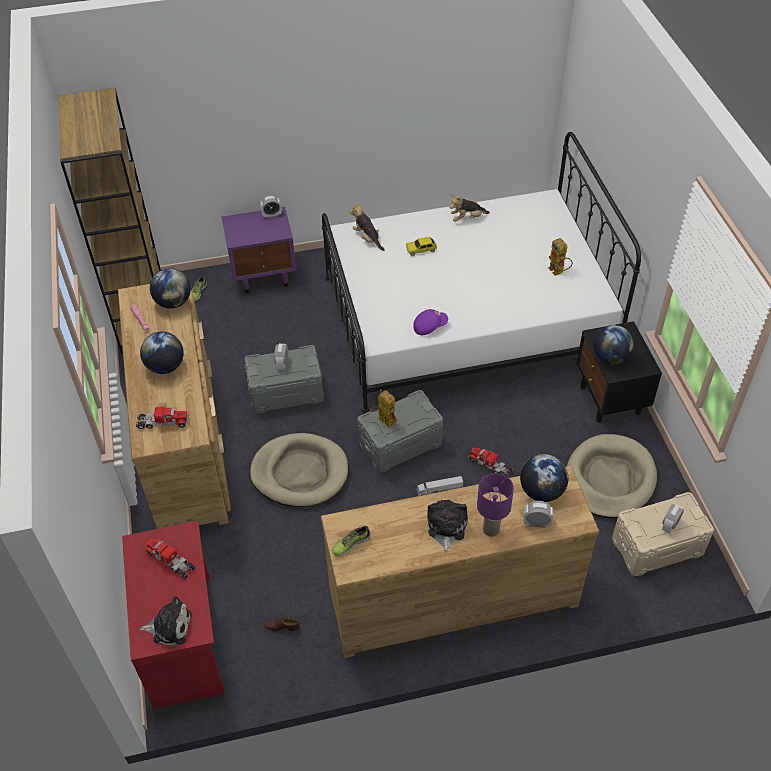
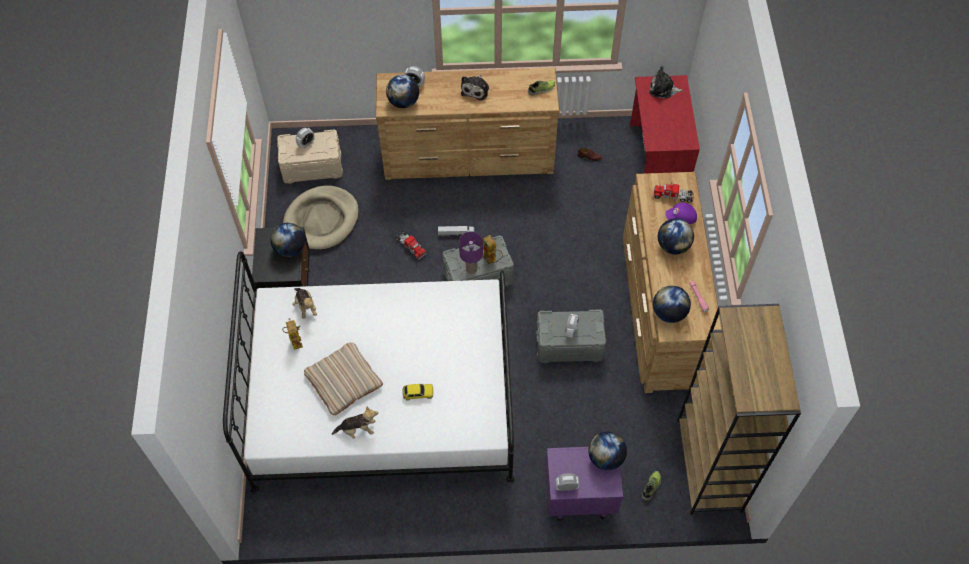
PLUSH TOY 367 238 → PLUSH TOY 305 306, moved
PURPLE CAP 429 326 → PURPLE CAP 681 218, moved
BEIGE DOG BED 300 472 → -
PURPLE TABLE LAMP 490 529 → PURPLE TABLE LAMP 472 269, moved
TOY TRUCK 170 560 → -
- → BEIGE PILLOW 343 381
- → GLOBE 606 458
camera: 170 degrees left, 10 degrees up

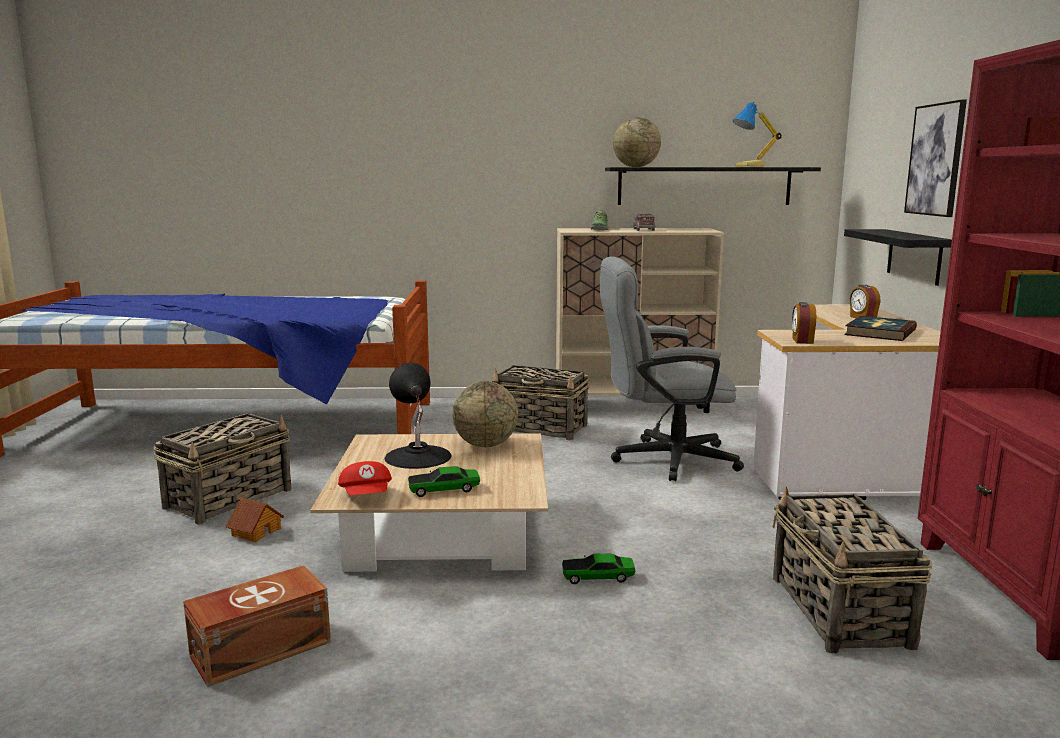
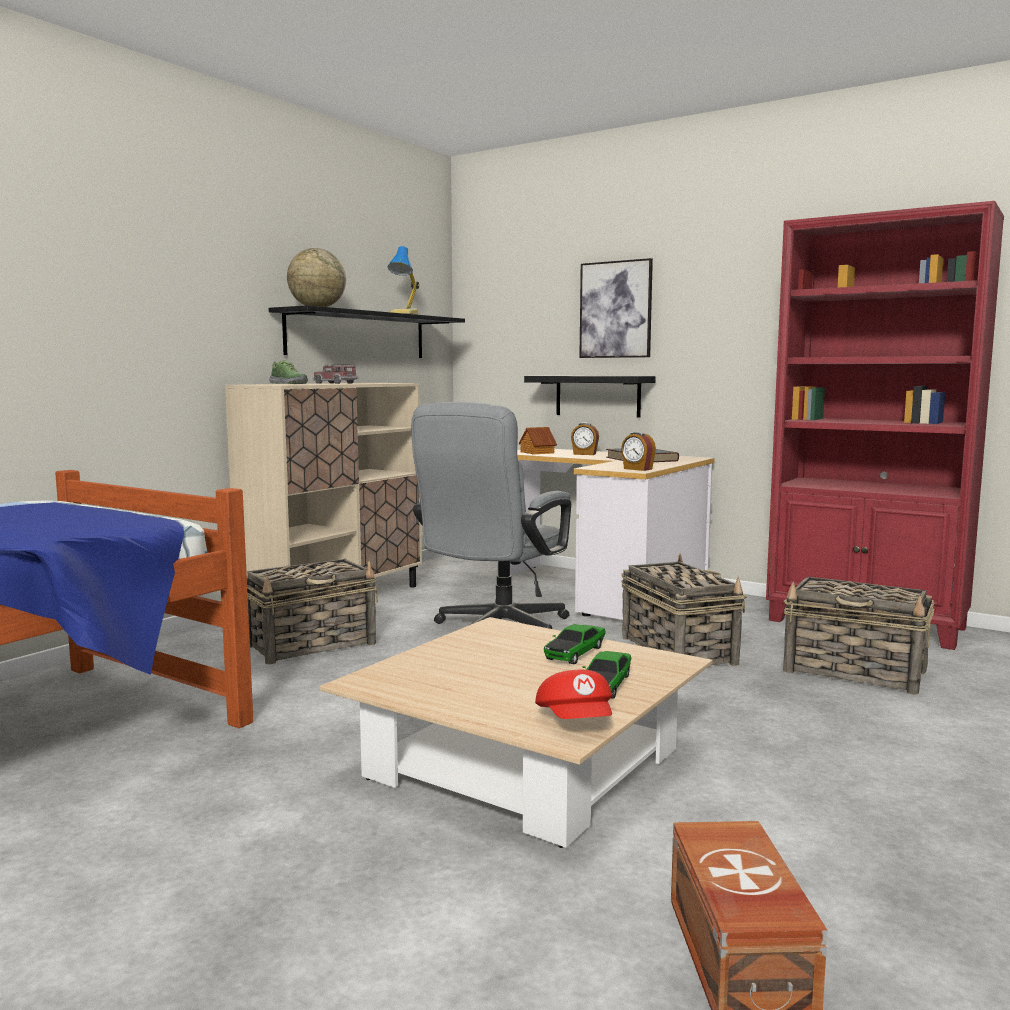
BLACK TABLE LAMP 417 456 → -
GLOBE 485 445 → -
BASKET 230 498 → BASKET 677 650, moved
RED CAP 367 496 → RED CAP 577 721, 60 degrees clockwise
TOY HOUSE 256 532 → TOY HOUSE 536 452, moved
TOY CAR 597 577 → TOY CAR 575 653, moved
camera: 55 degrees left, 5 degrees down

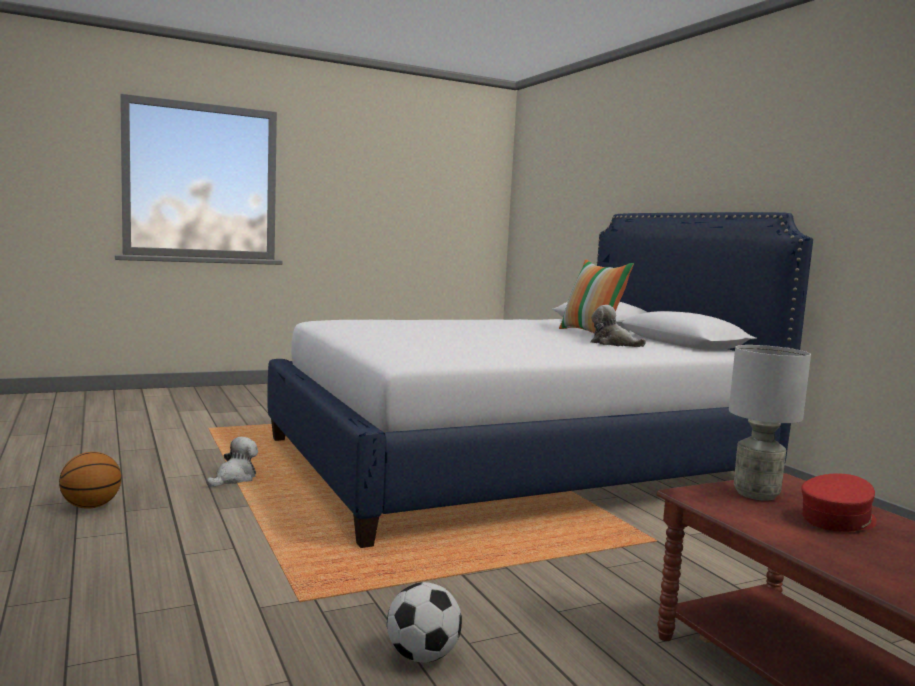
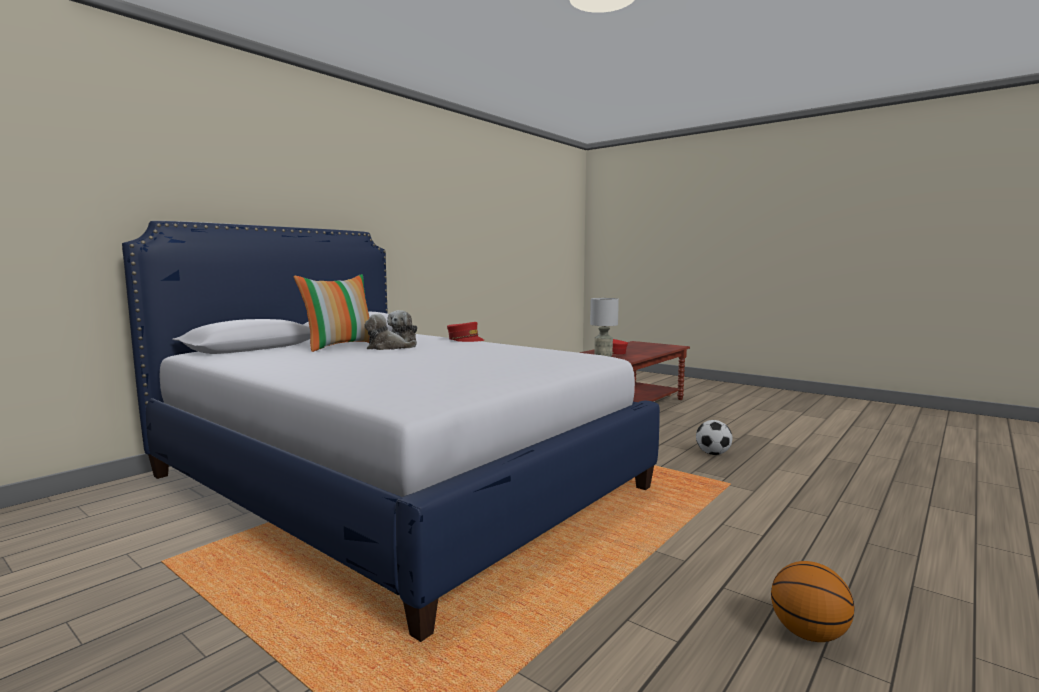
PLUSH TOY 234 479 → PLUSH TOY 387 348, moved
- → RED CAP 465 340
camera: 115 degrees left, 0 degrees up

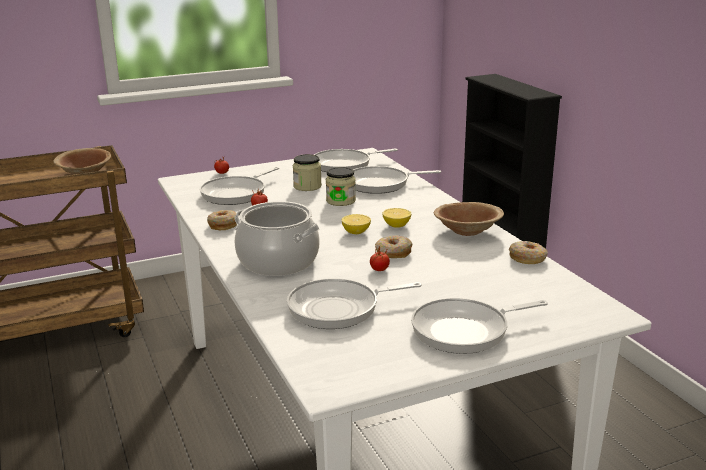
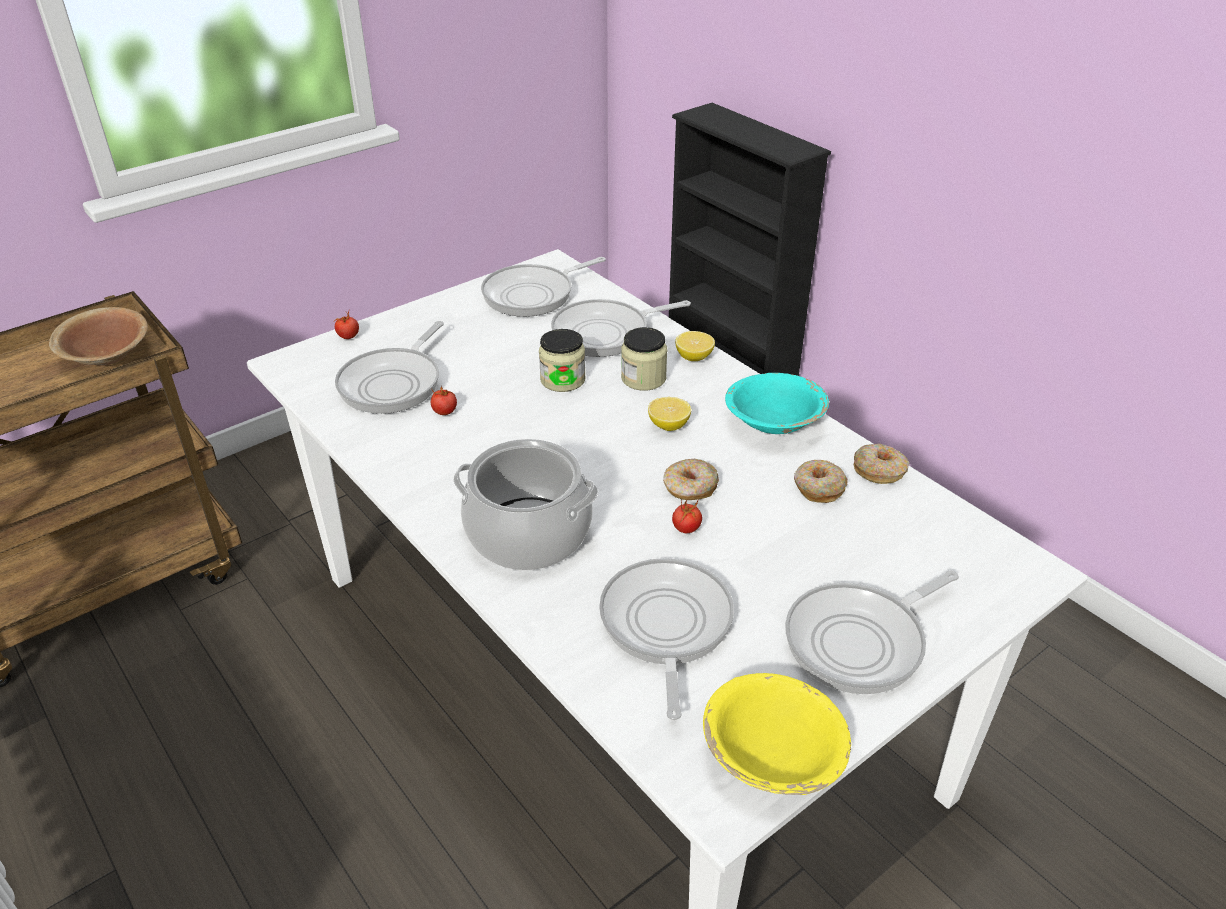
JAR 307 186 → JAR 643 378, moved
BROWN BOWL 467 231 → TURQUOISE BOWL 773 423
DONUT 223 225 → DONUT 818 488, moved
LEMON 356 232 → LEMON 694 357, moved
FRYING PAN 339 309 → FRYING PAN 665 626, 120 degrees clockwise
- → YELLOW BOWL 773 756
camera: 15 degrees left, 15 degrees up

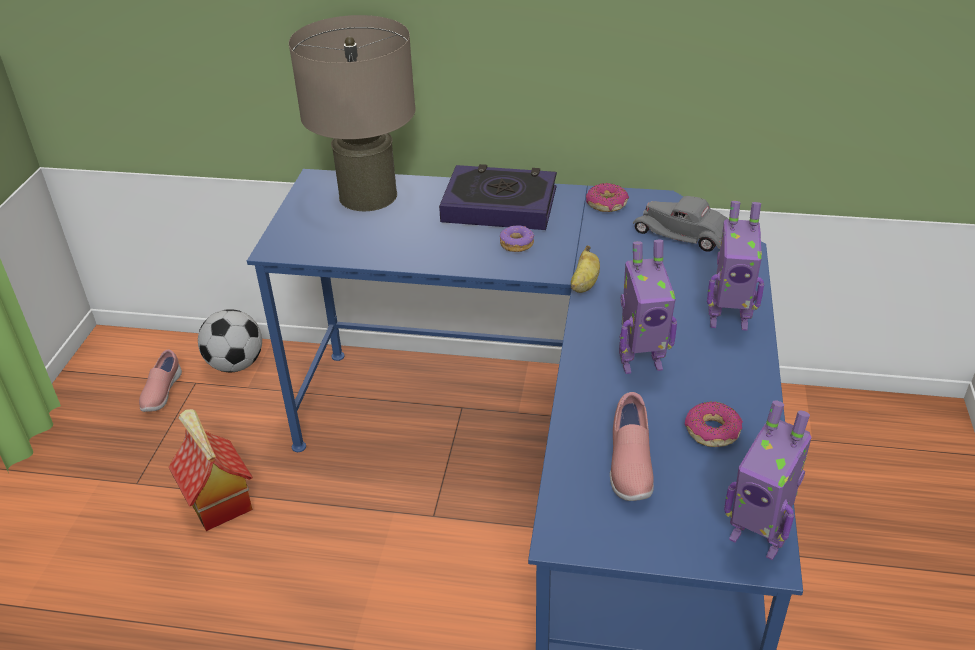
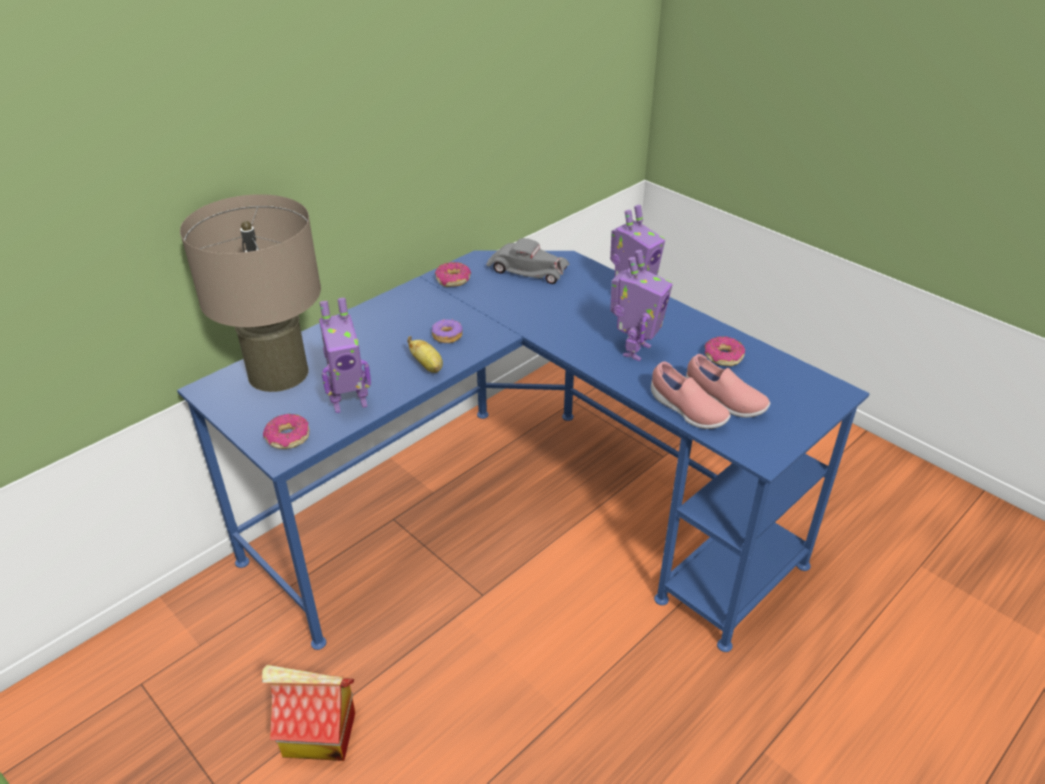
BOOK 499 205 → -
GREY TOY CAR 684 233 → GREY TOY CAR 527 270, 135 degrees counterclockwise
BANANA 584 284 → BANANA 428 366, moved
FOOTBALL 236 364 → -
PINK SHOE 161 393 → PINK SHOE 686 411, moved
TOY ROBOT 757 538 → TOY ROBOT 349 402, moved
- → DONUT 288 437
camera: 55 degrees left, 0 degrees up

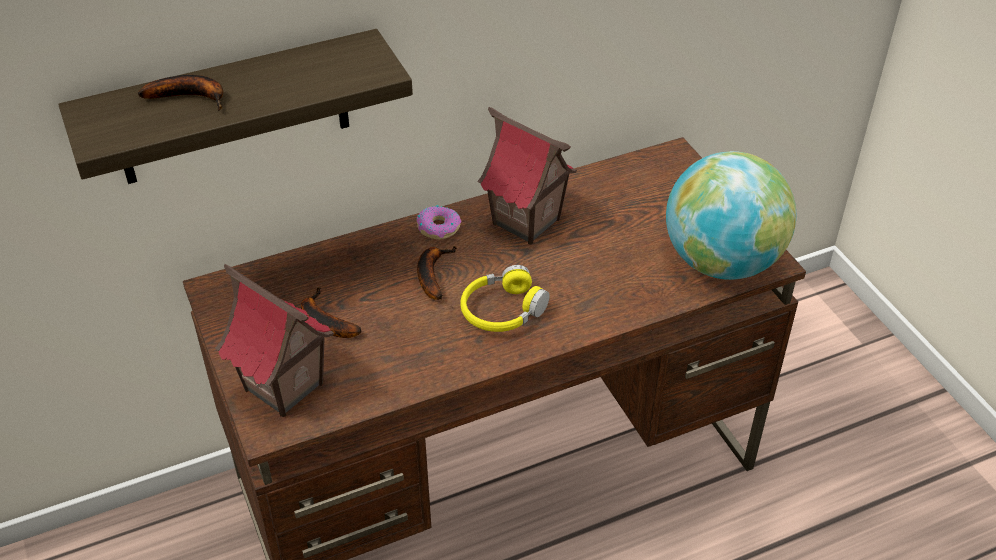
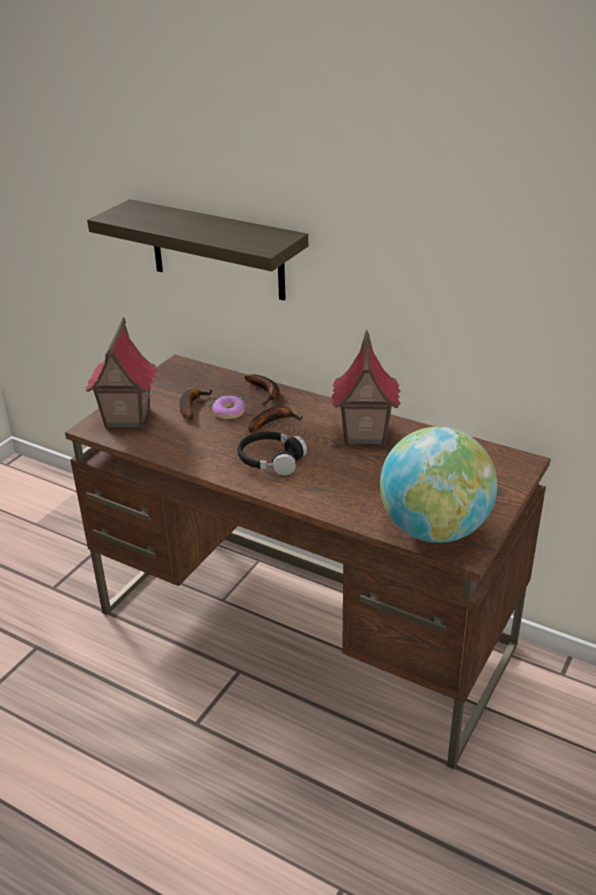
BANANA 191 97 → BANANA 266 392, moved
DONUT 438 227 → DONUT 229 412, moved
YELLOW HEADPHONES 502 310 → BLACK HEADPHONES 271 460
camera: 55 degrees right, 10 degrees down

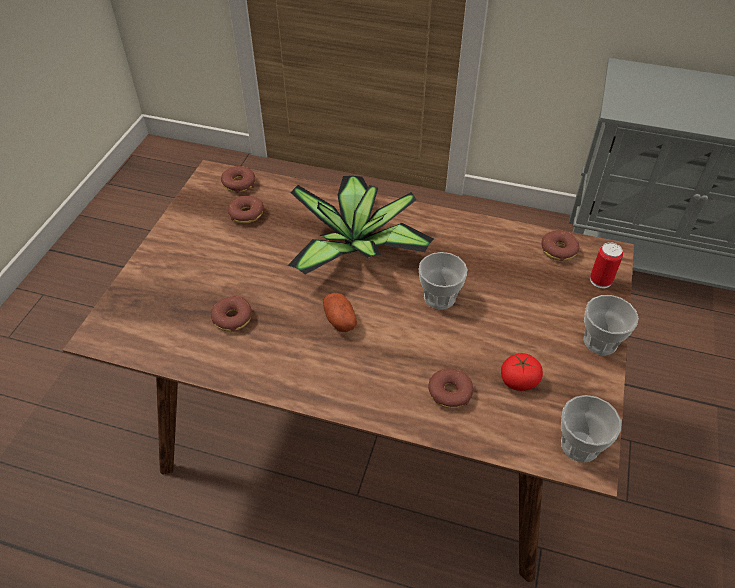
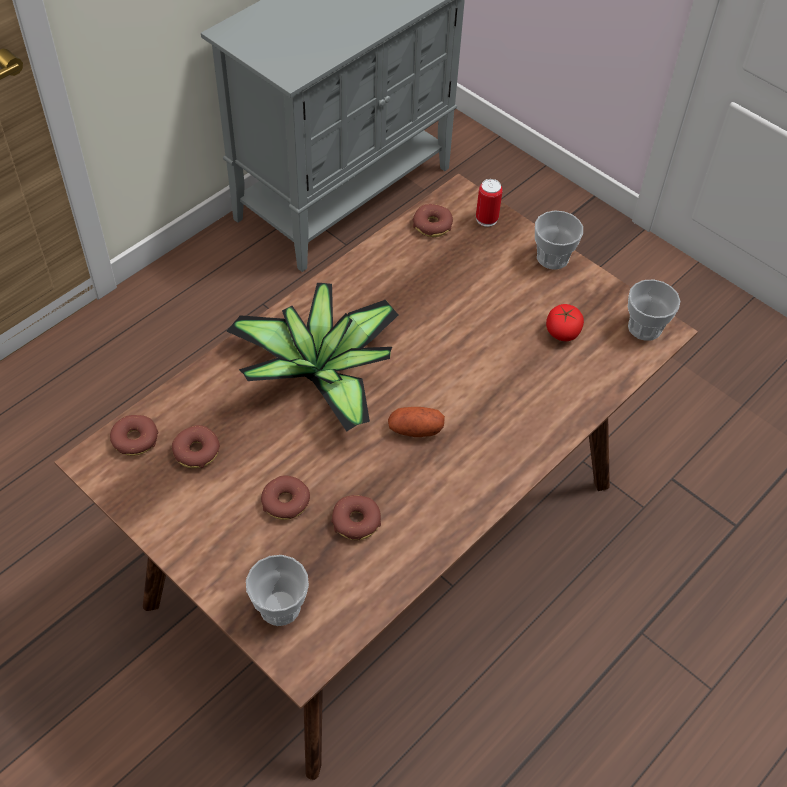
CUP 439 297 → CUP 280 607, moved
DONUT 449 392 → DONUT 285 502, moved
camera: 65 degrees left, 5 degrees up

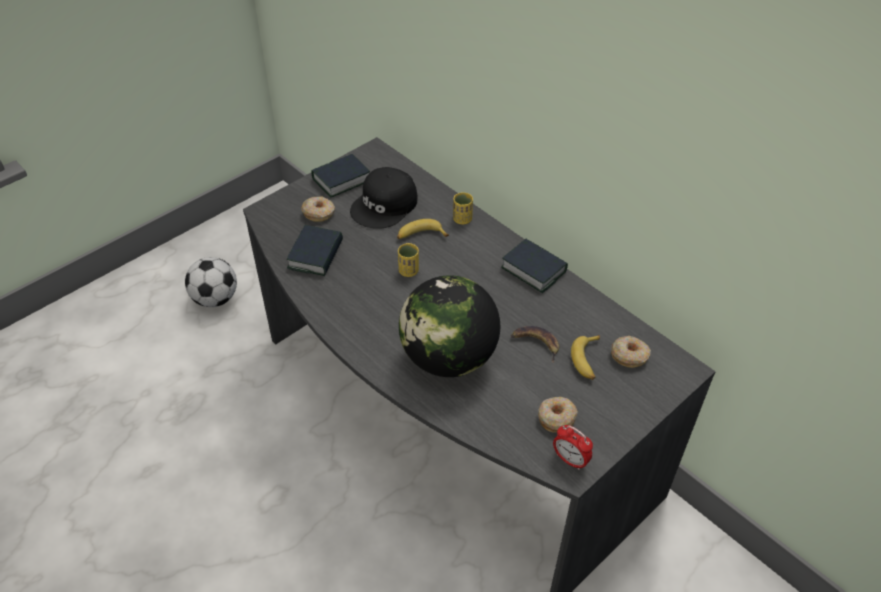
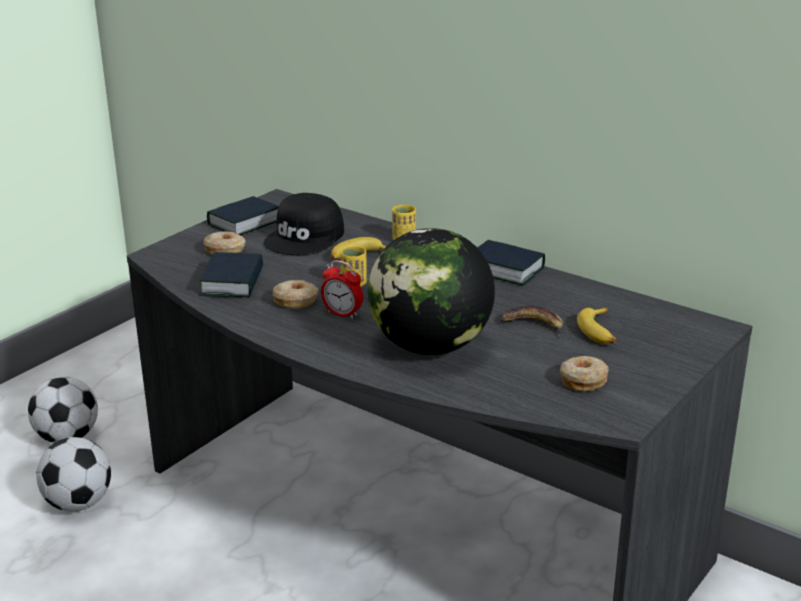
DONUT 629 356 → DONUT 296 301, moved
ALARM CLOCK 570 460 → ALARM CLOCK 342 314, moved
- → FOOTBALL 78 504
camera: 10 degrees left, 20 degrees down

